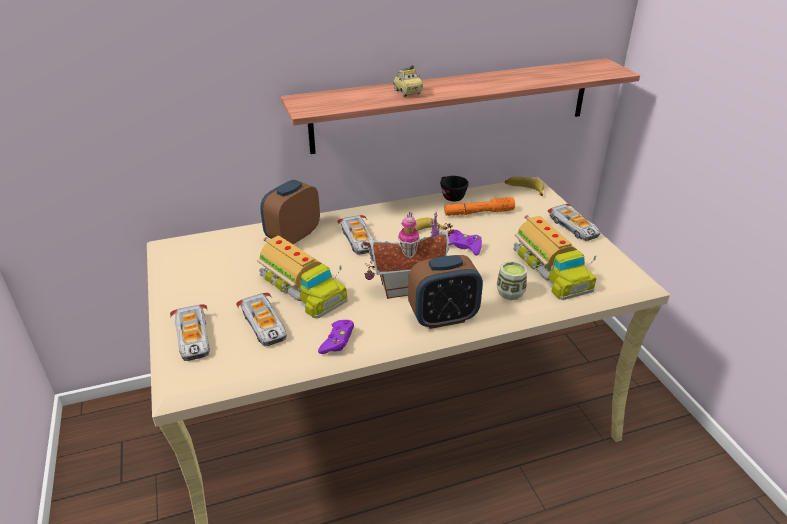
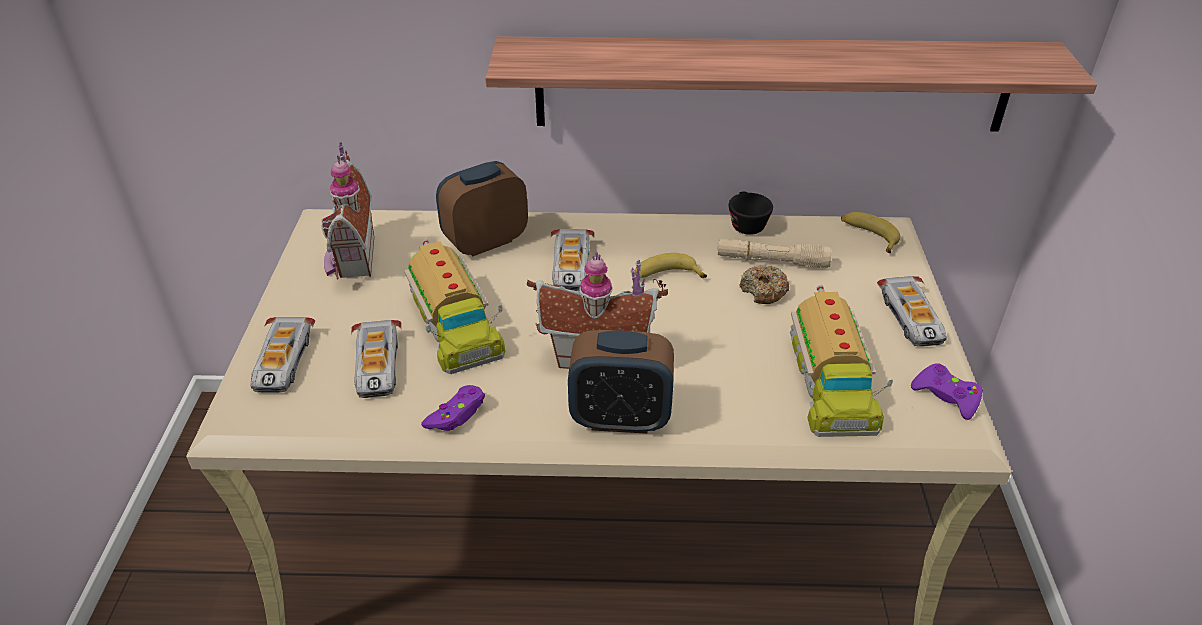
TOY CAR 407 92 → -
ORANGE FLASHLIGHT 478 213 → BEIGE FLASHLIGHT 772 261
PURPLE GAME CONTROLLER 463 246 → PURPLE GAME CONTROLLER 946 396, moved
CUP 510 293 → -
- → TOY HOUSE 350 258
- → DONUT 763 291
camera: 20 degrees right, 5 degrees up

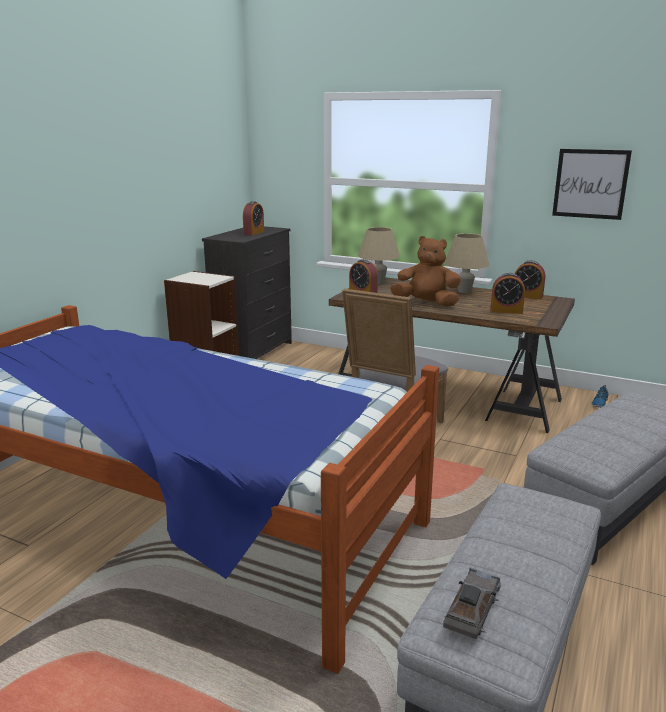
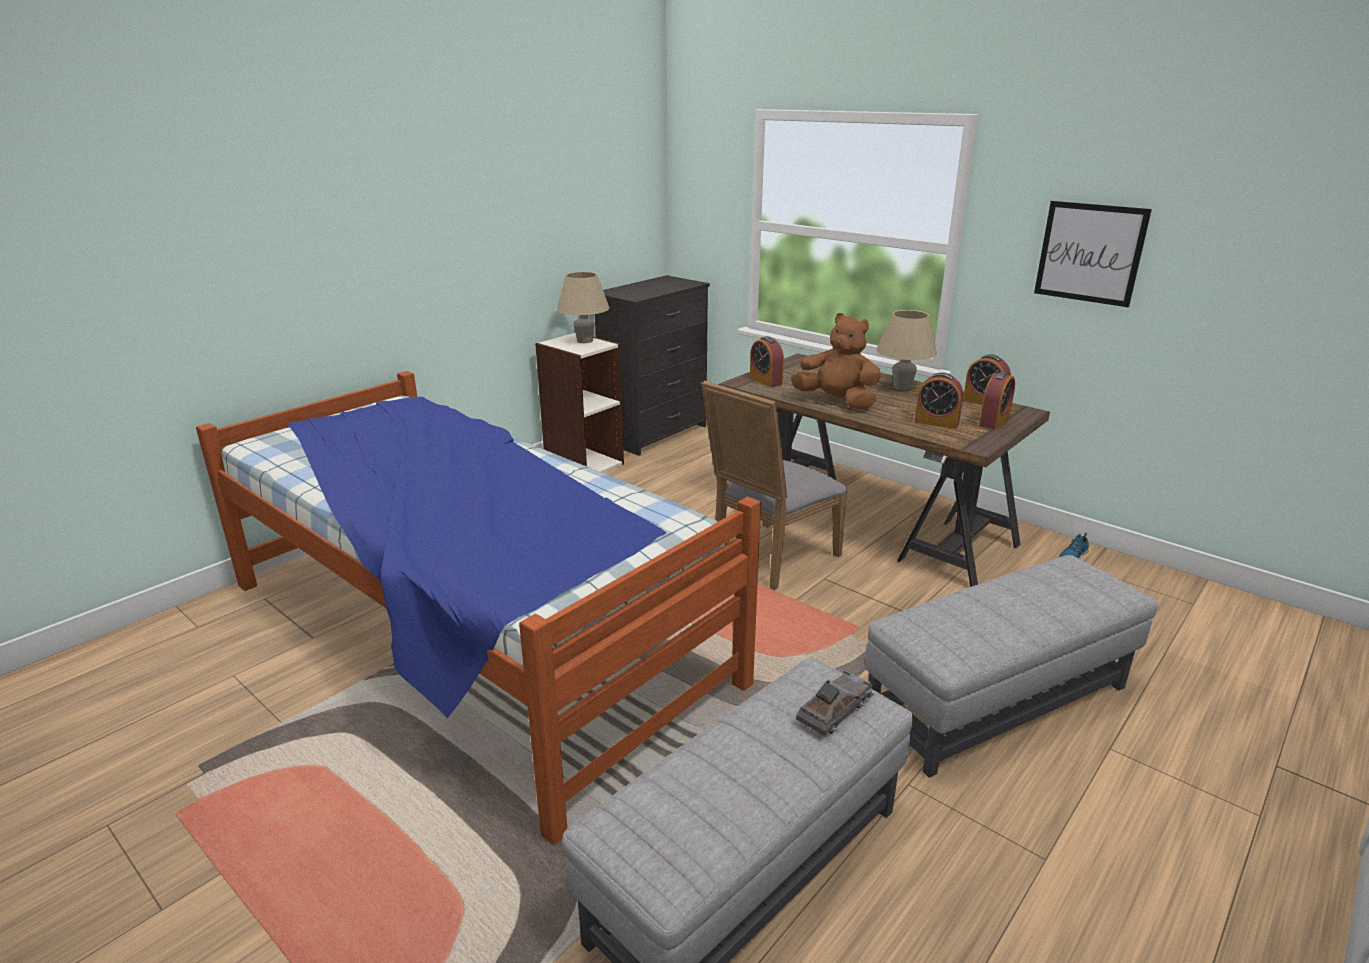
ALARM CLOCK 254 233 → ALARM CLOCK 994 421, moved
BEIGE TABLE LAMP 378 282 → BEIGE TABLE LAMP 585 341, moved
GREY TOY CAR 473 609 → GREY TOY CAR 836 709, moved
camera: 15 degrees right, 5 degrees up

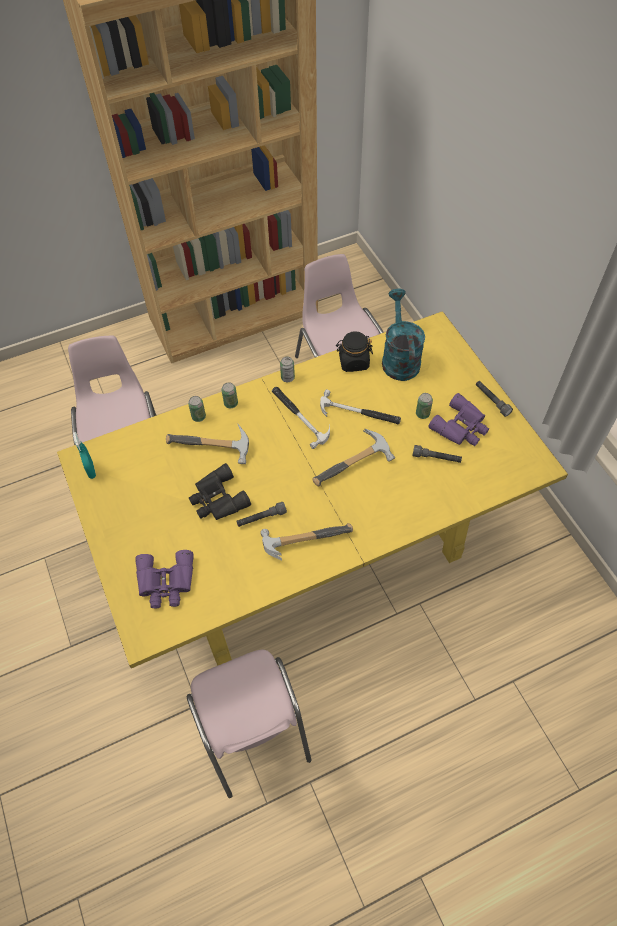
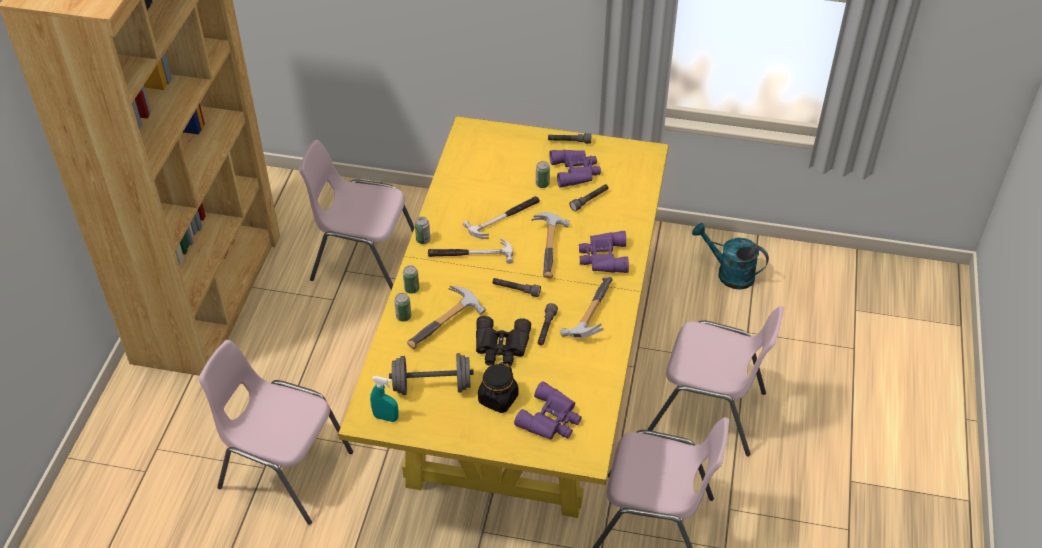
TURQUOISE WATERING CAN 399 358 → TURQUOISE WATERING CAN 729 273, moved
BLACK JAR 353 362 → BLACK JAR 498 399, moved
- → PURPLE BINOCULARS 602 257
- → GREY FLASHLIGHT 516 290
- → PINK CHAIR 709 412
- → GREY DUMBBELL 432 386
camera: 55 degrees left, 10 degrees down

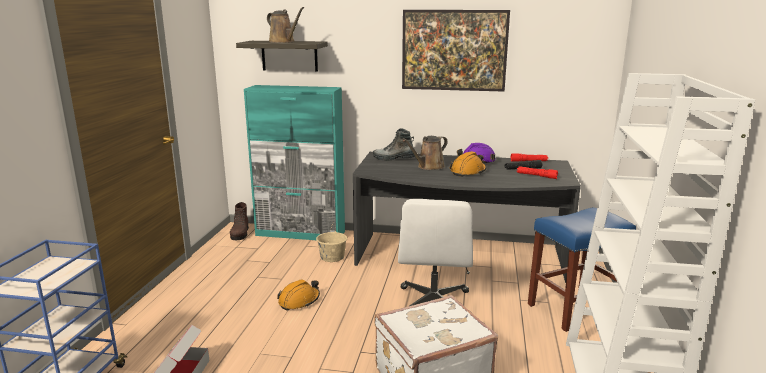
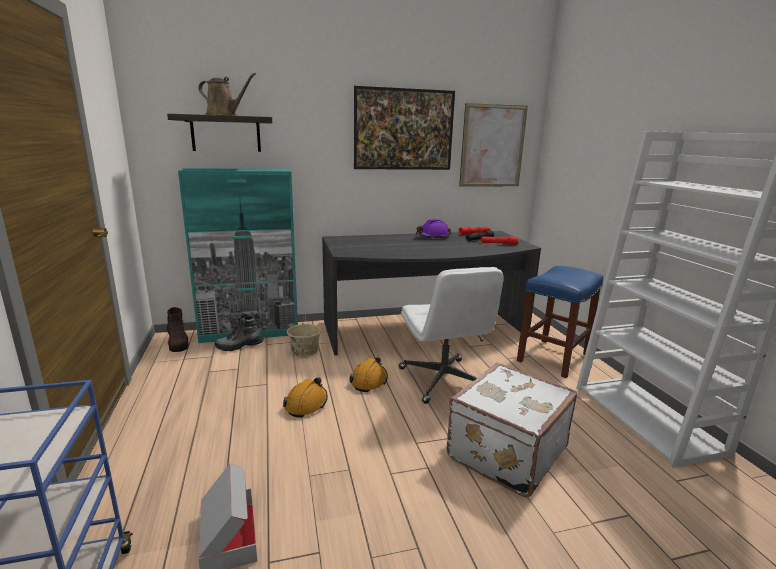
BOOT 394 158 → BOOT 239 346, moved
BROWN WATERING CAN 428 167 → -
ORANGE HARD HAT 468 172 → ORANGE HARD HAT 369 381, moved
- → PICTURE 492 146
camera: 25 degrees left, 0 degrees up

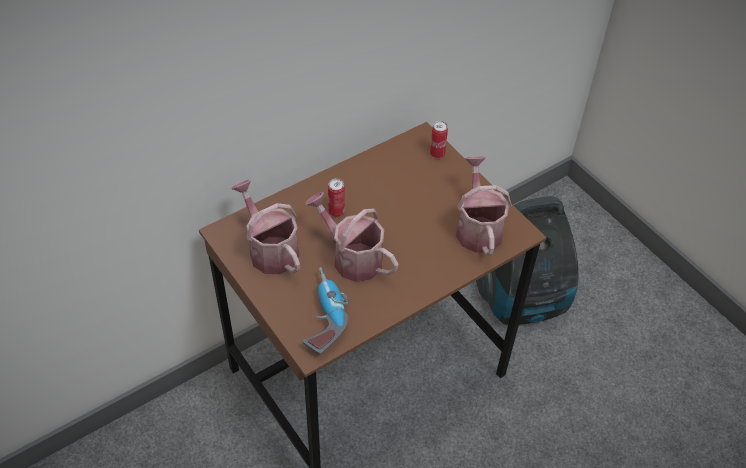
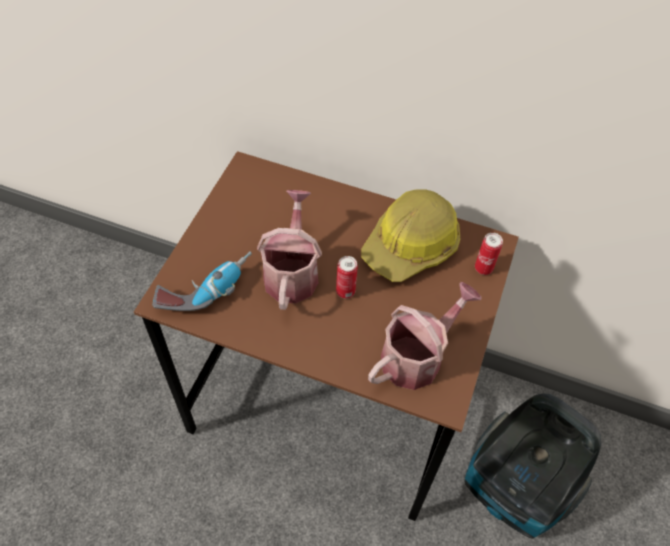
WATERING CAN 270 249 → -
CAN 336 212 → CAN 345 291, moved
- → HARD HAT 411 245
camera: 55 degrees right, 5 degrees up

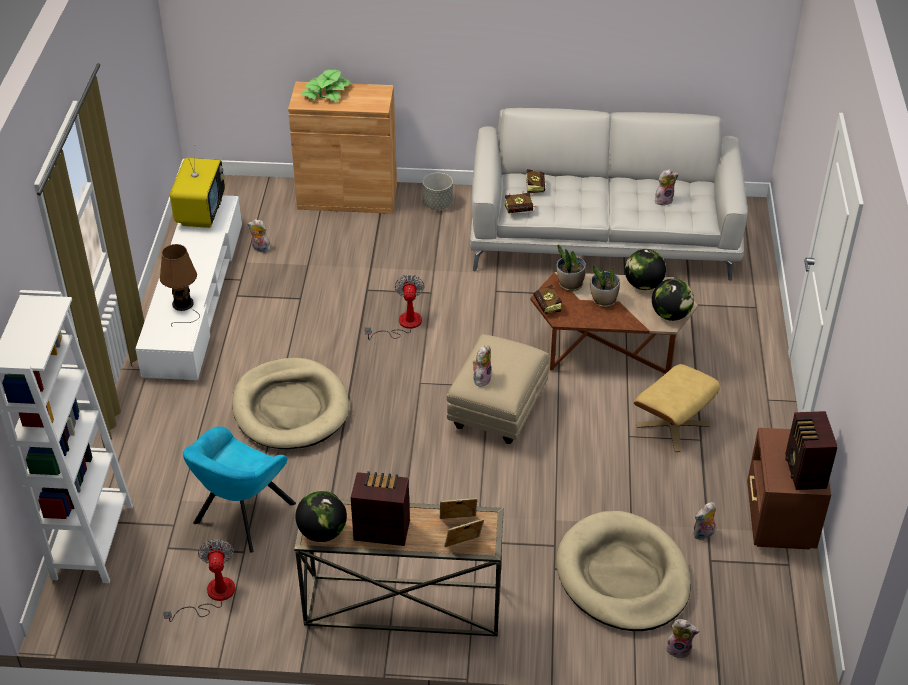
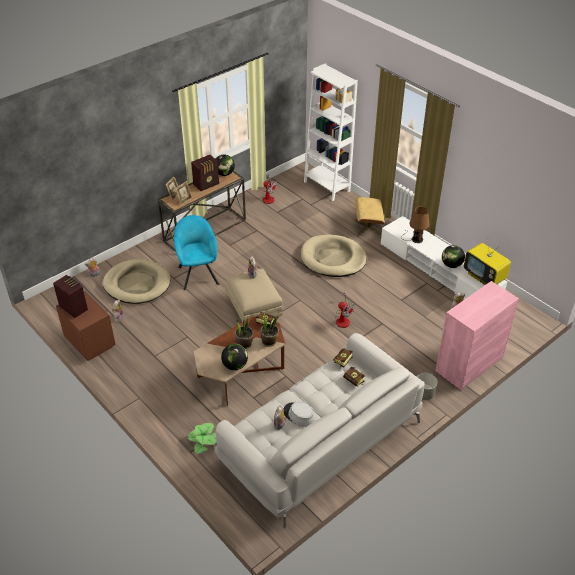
POTTED PLANT 326 93 → POTTED PLANT 204 440, moved
BROWN CABINET 347 197 → PINK CABINET 469 364
GLOBE 670 315 → GLOBE 451 265, moved
BEIGE OTTOMAN 673 425 → BEIGE OTTOMAN 368 227, moved
TURQUOISE ARMCHAIR 241 516 → TURQUOISE ARMCHAIR 198 273, moved
- → GREY HAT 299 415
camera: 135 degrees right, 0 degrees up

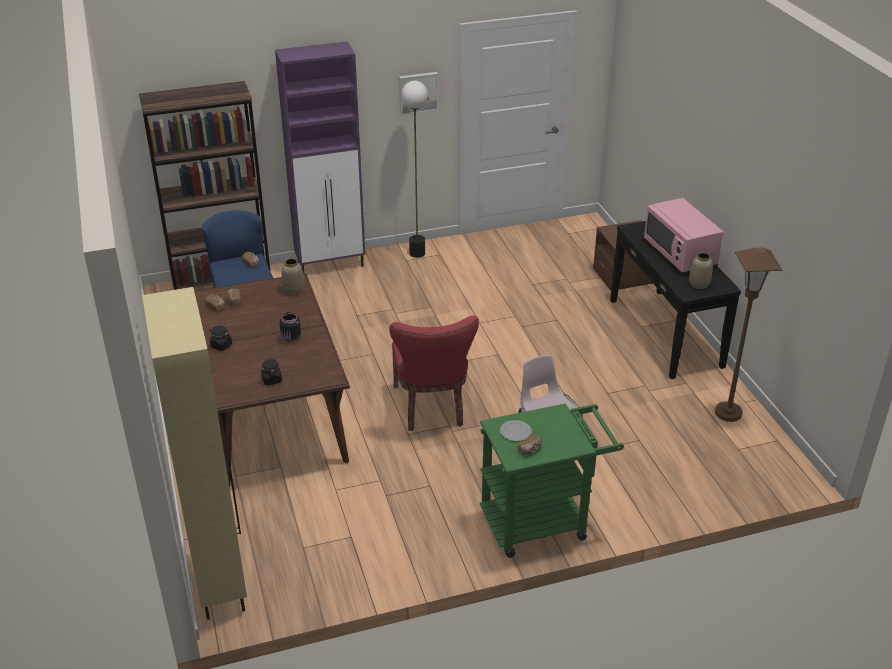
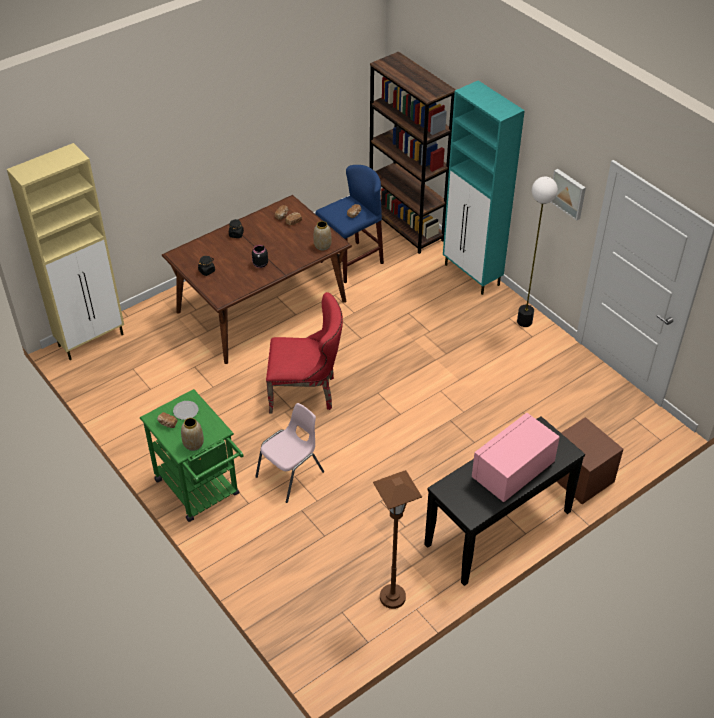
PURPLE CABINET 331 264 → TURQUOISE CABINET 472 275
VASE 699 284 → VASE 193 444, moved
RED CHAIR 432 409 → RED CHAIR 307 392, 150 degrees counterclockwise
camera: 70 degrees right, 10 degrees up

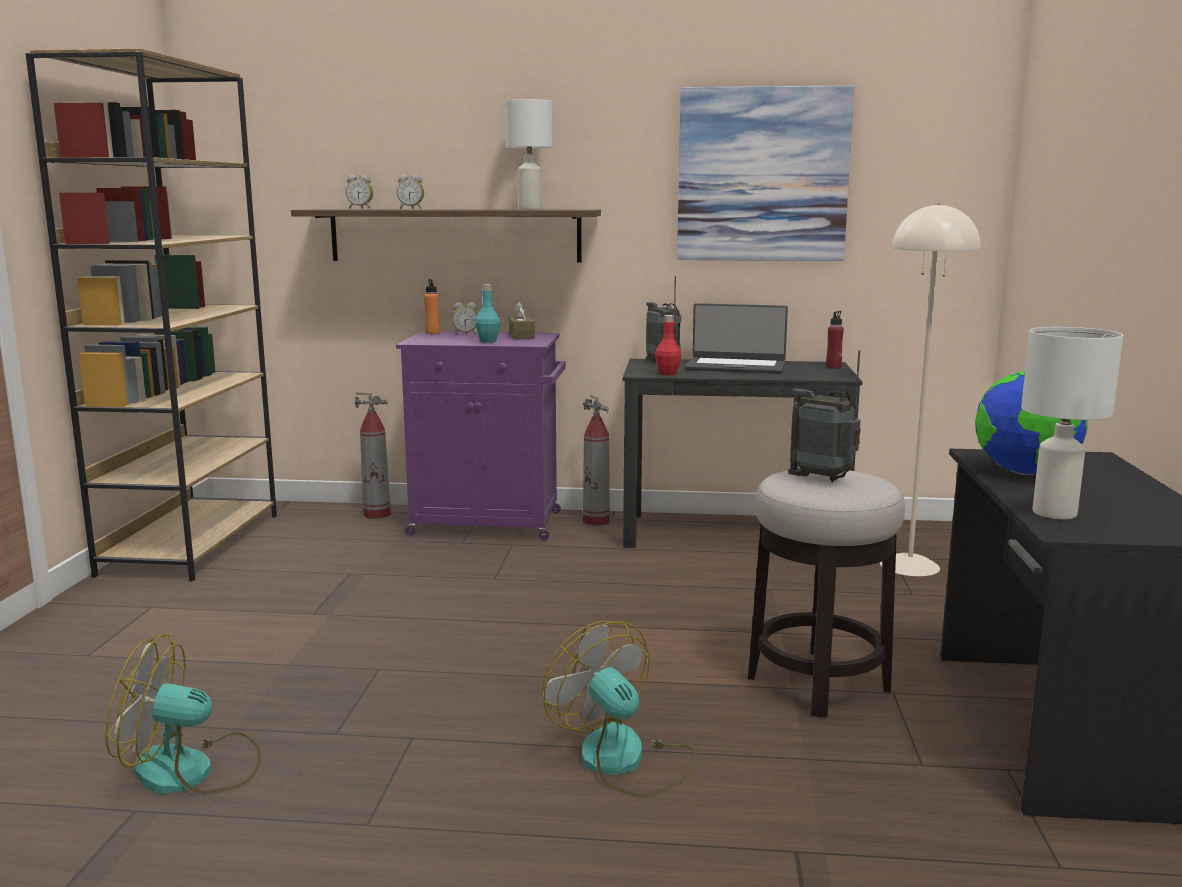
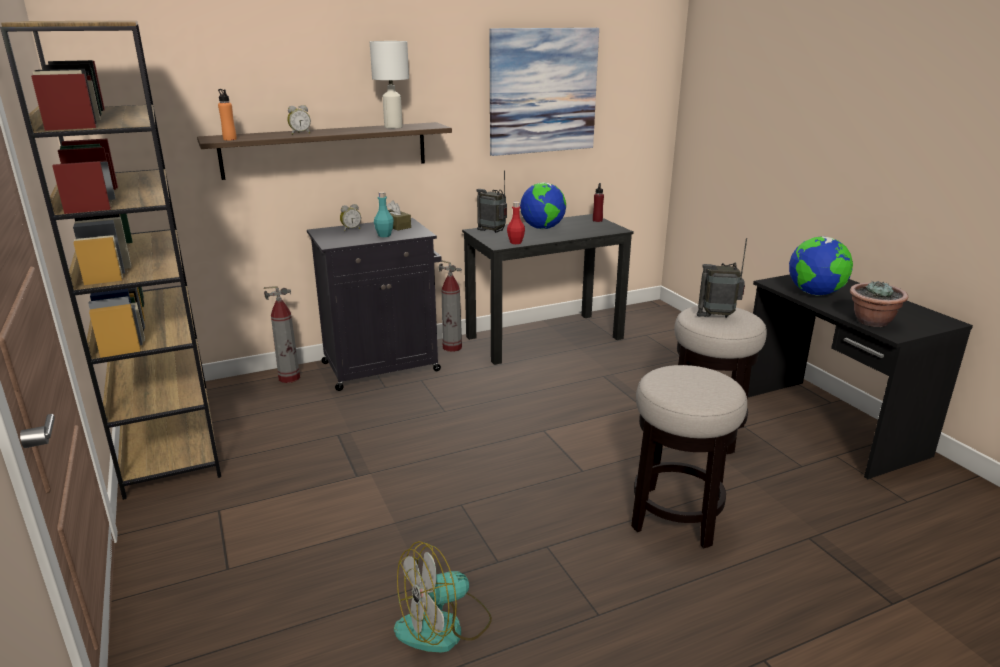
ALARM CLOCK 360 208 → -
BEIGE FLOOR LAMP 910 565 → -
ORANGE BOTTLE 432 333 → ORANGE BOTTLE 230 139, moved
LAPTOP 735 366 → GLOBE 542 228
WHITE TABLE LAMP 1054 513 → POTTED PLANT 872 322
PURPLE CABINET 489 523 → BLACK CABINET 383 366
FAN 624 761 → STOOL 676 517
camera: 30 degrees left, 10 degrees up

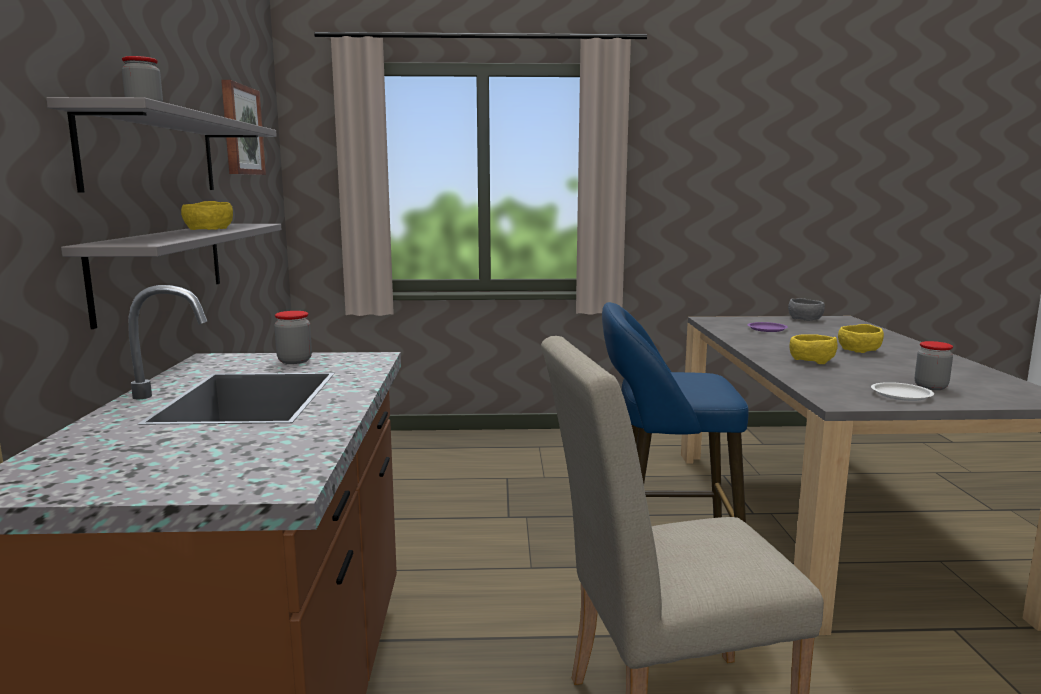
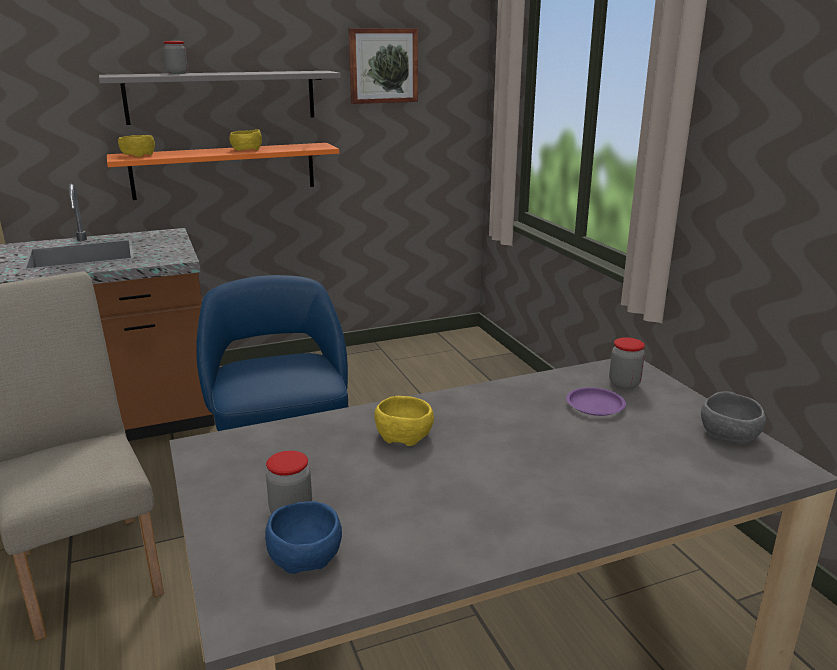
GREY SHELF 162 267 → ORANGE SHELF 224 170
JAR 294 361 → JAR 624 384, moved
YELLOW BOWL 859 350 → YELLOW BOWL 137 155, moved
WHITE PLATE 900 395 → -
- → BLUE BOWL 306 554
camera: 70 degrees right, 10 degrees up

